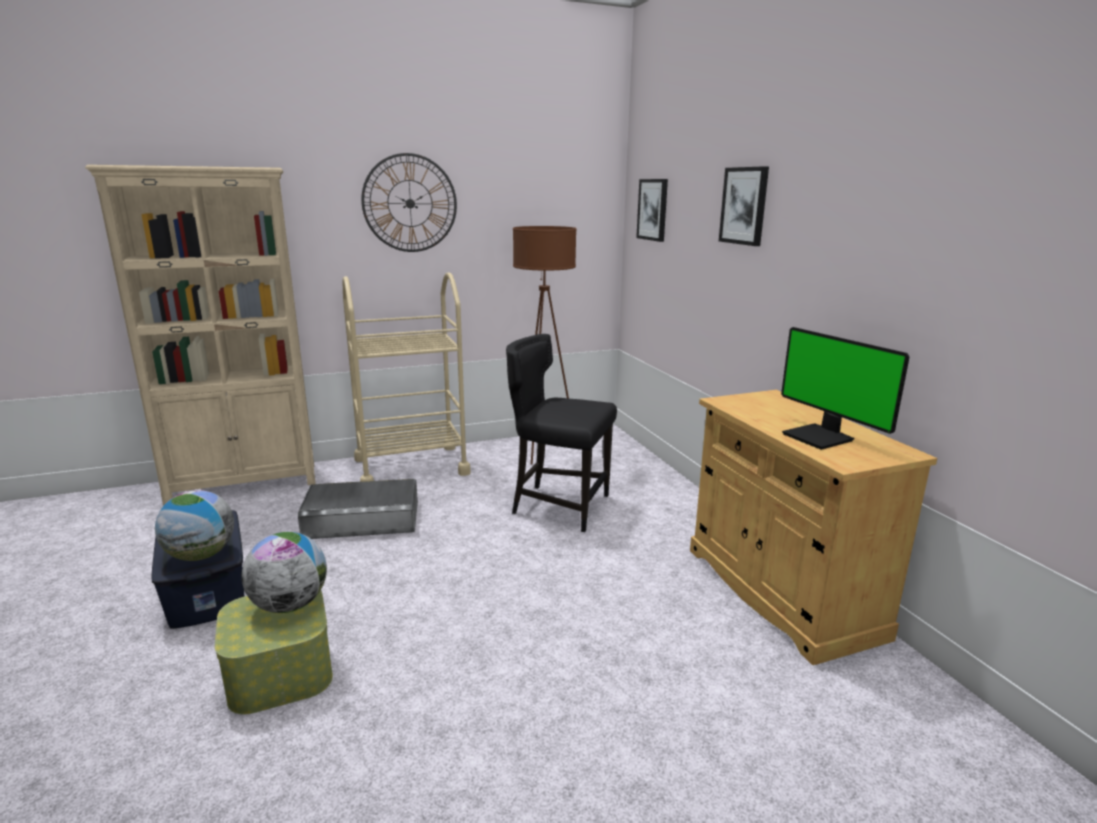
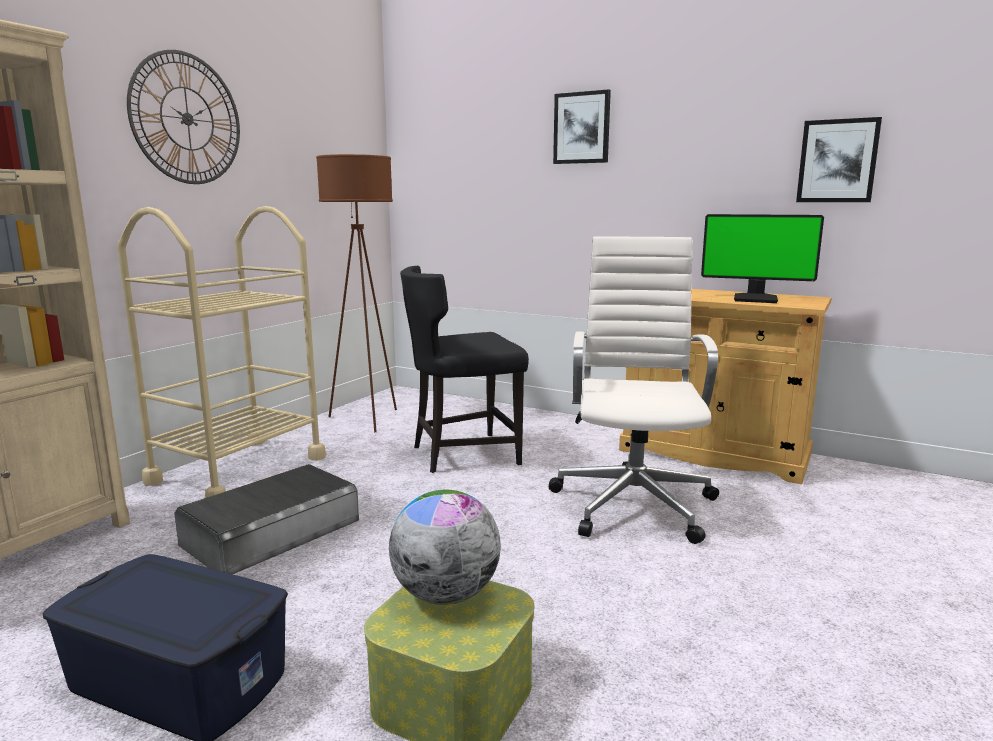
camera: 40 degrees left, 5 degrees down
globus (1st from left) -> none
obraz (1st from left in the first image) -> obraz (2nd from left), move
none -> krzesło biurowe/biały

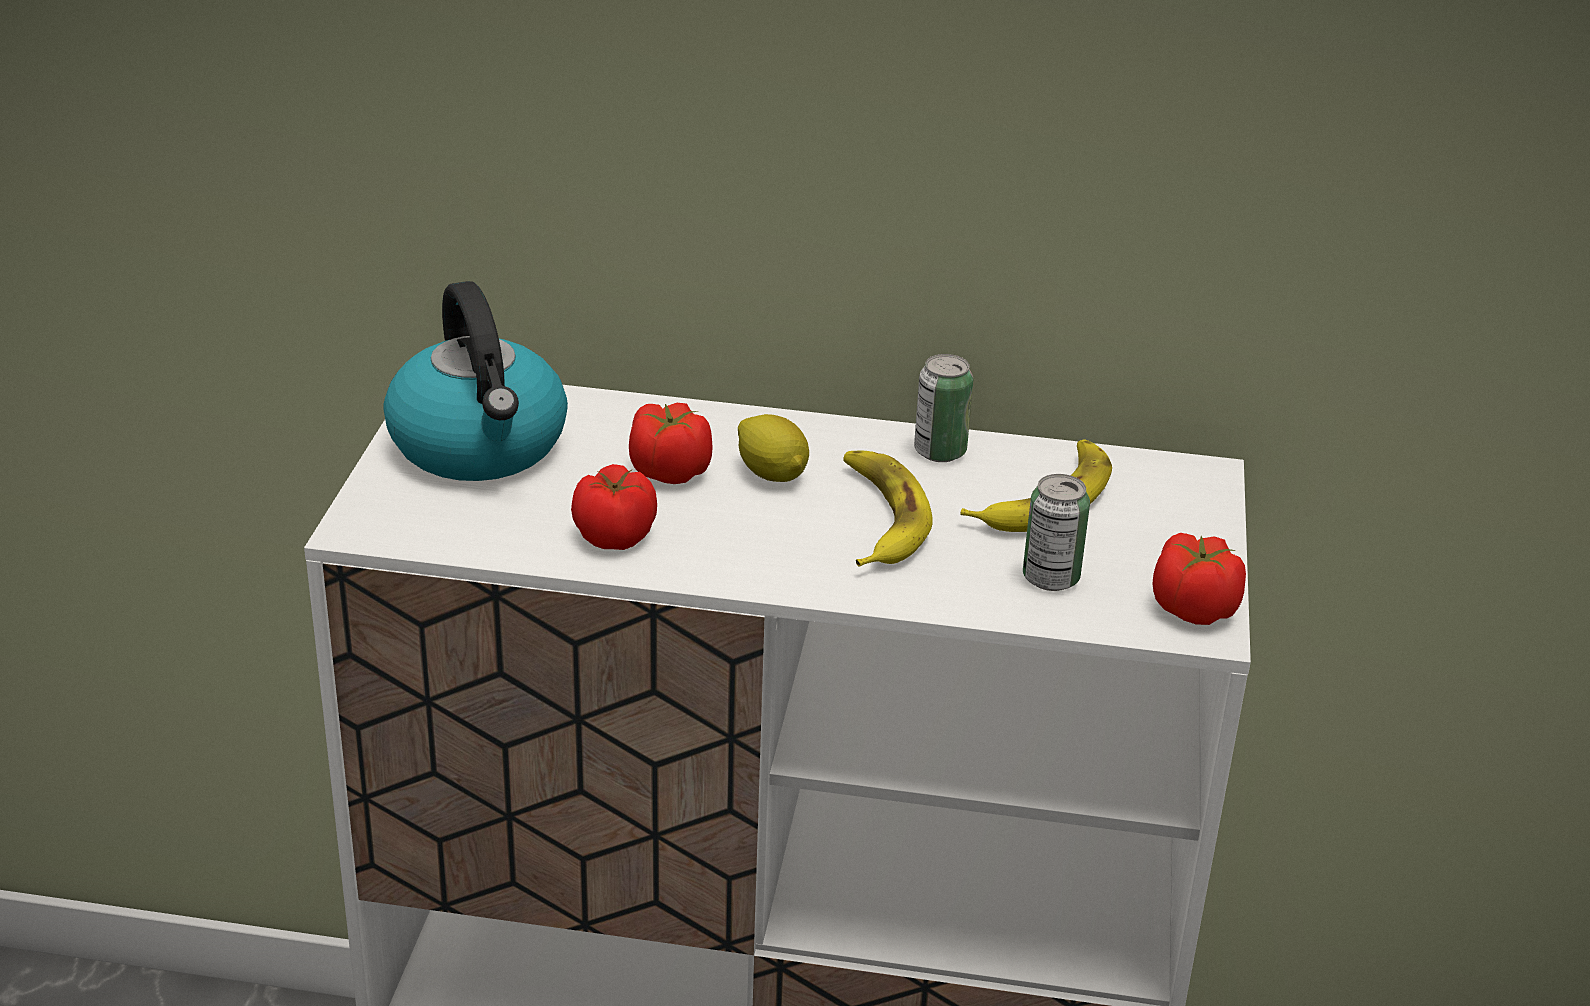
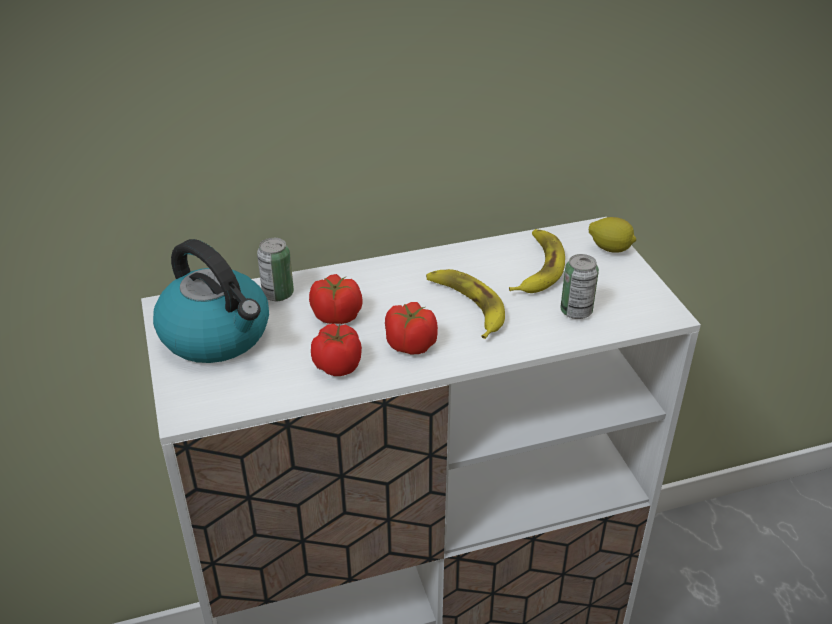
camera: 25 degrees left, 5 degrees up
cytryna, move
puszka (1st from left), move
pomidor (3rd from left), move

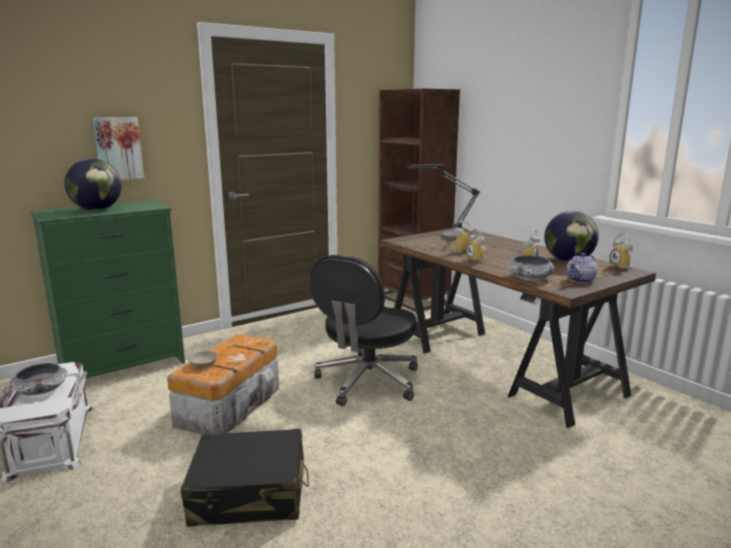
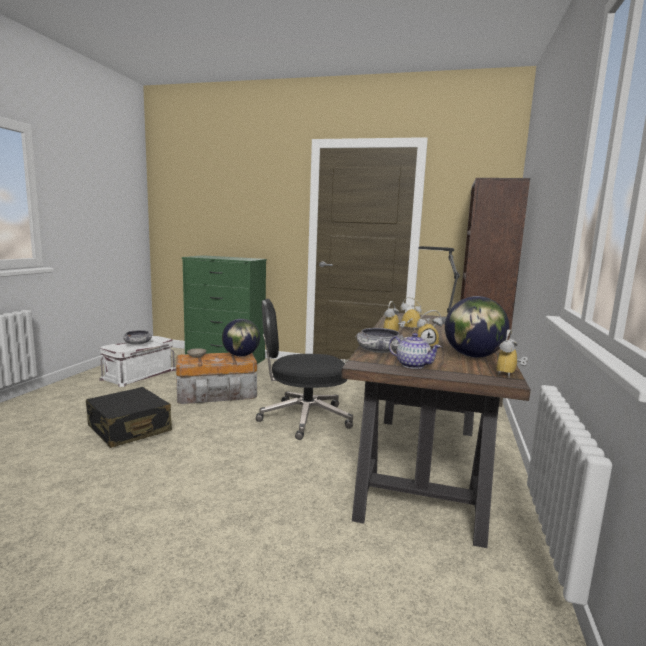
camera: 50 degrees right, 5 degrees down
globus (1st from left), move
obraz -> none
imbryk, 150 degrees counterclockwise

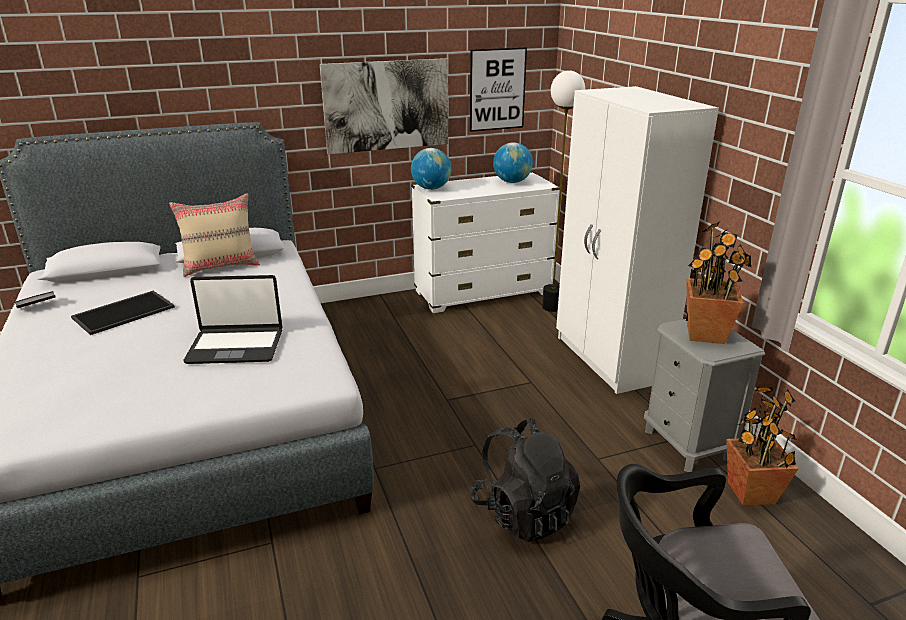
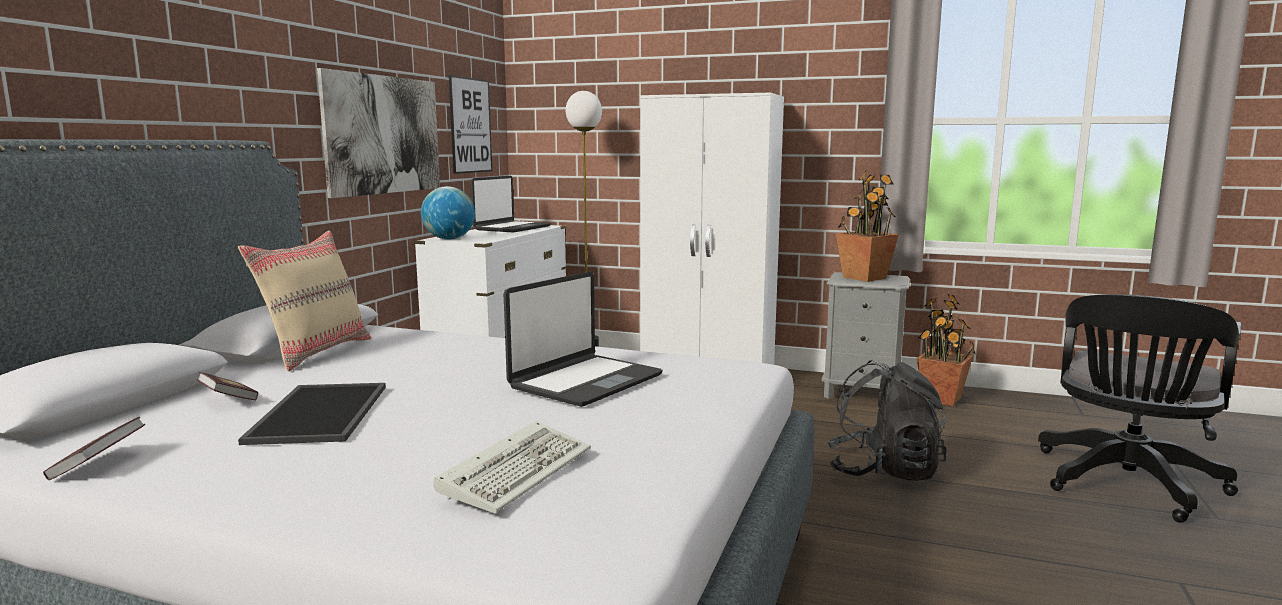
camera: 50 degrees left, 15 degrees down
globus (2nd from left) -> laptop (1st from left)
none -> książka (2nd from left)
none -> klawiatura

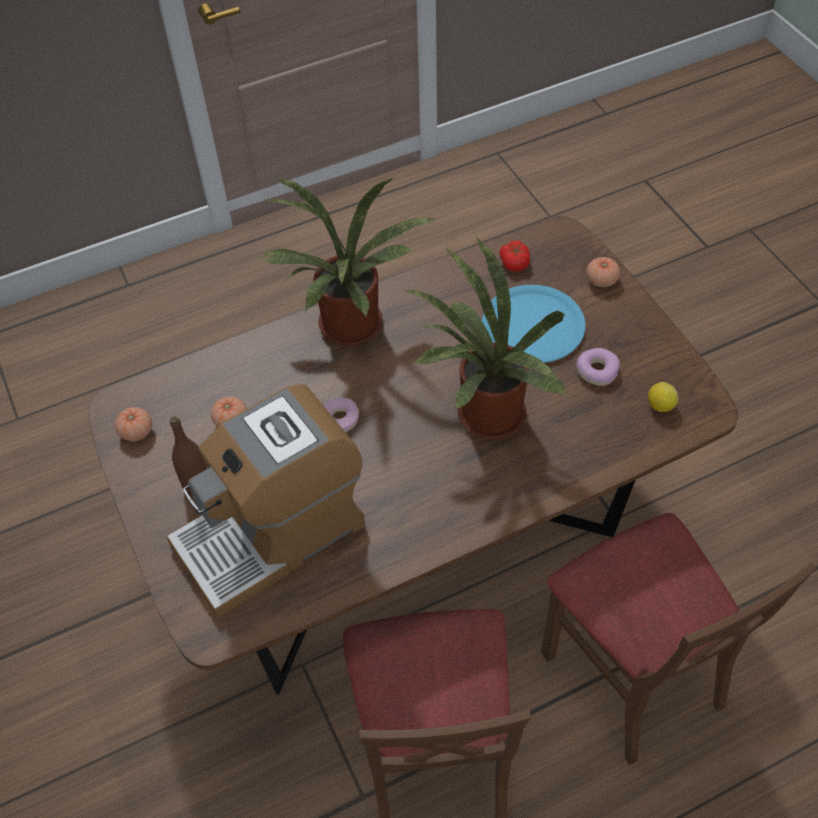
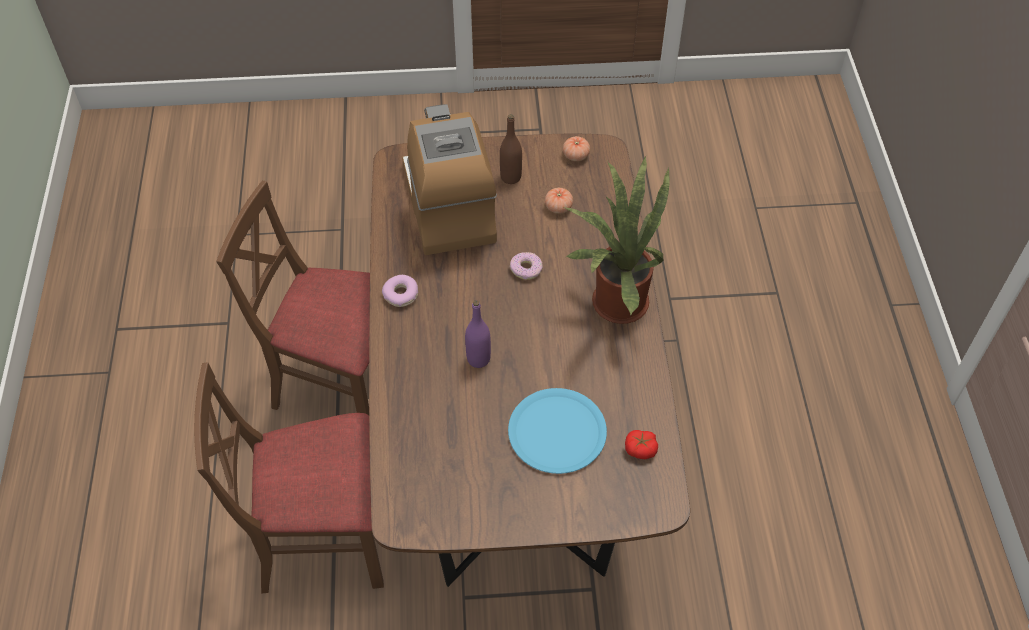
camera: 110 degrees right, 0 degrees up
roślina doniczkowa (2nd from left) -> butelka/fioletowy
donut (2nd from left in the first image) -> donut (1st from left), move
pomidor (4th from left) -> none
cytryna -> none

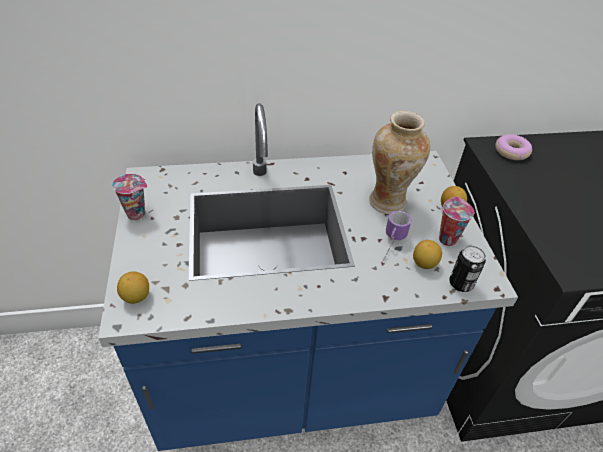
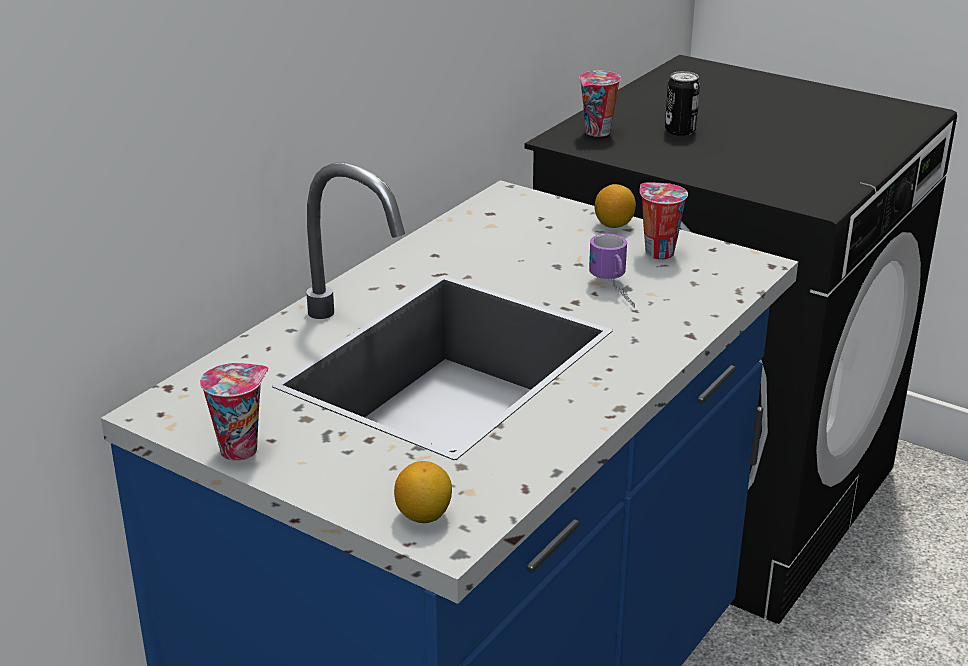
camera: 45 degrees left, 15 degrees down
wazon -> none
cytryna (2nd from left) -> none
puszka, move
donut -> filiżanka (2nd from left)

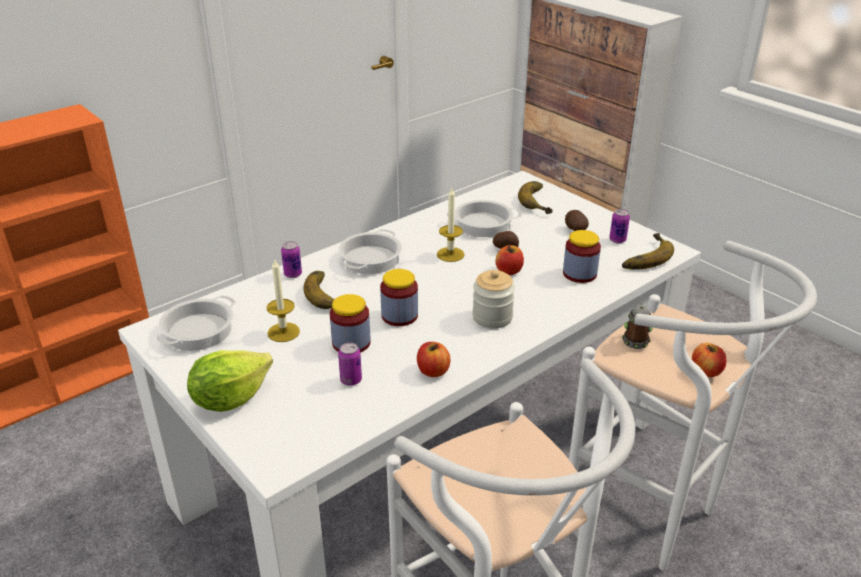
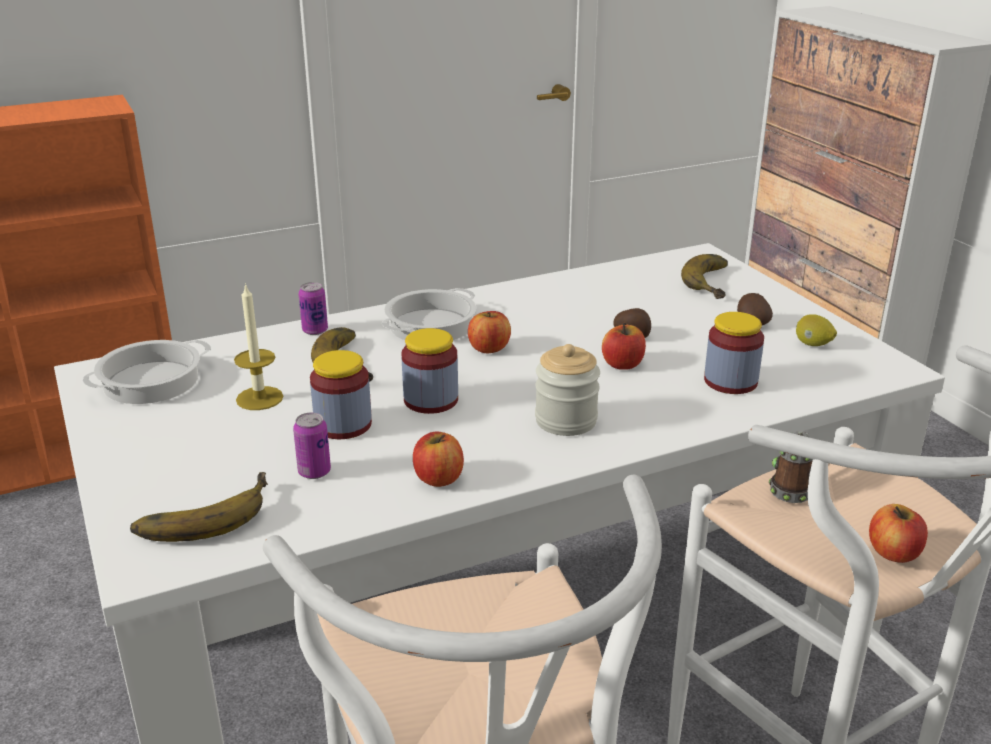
camera: 15 degrees right, 5 degrees down
sałata -> none
świeca (2nd from left) -> none
garnek (3rd from left) -> none
puszka (3rd from left) -> cytryna
banan (3rd from left in the first image) -> banan (1st from left), move
none -> jabłko (2nd from left)

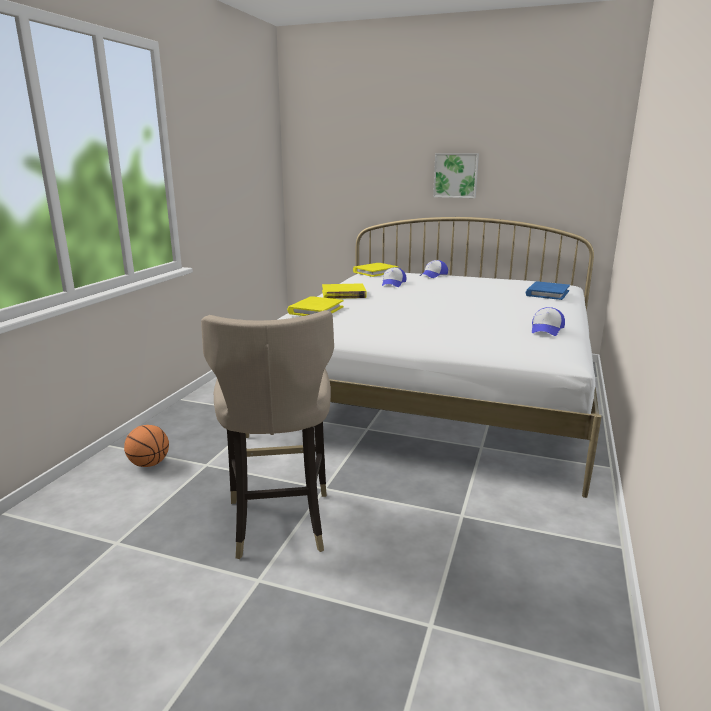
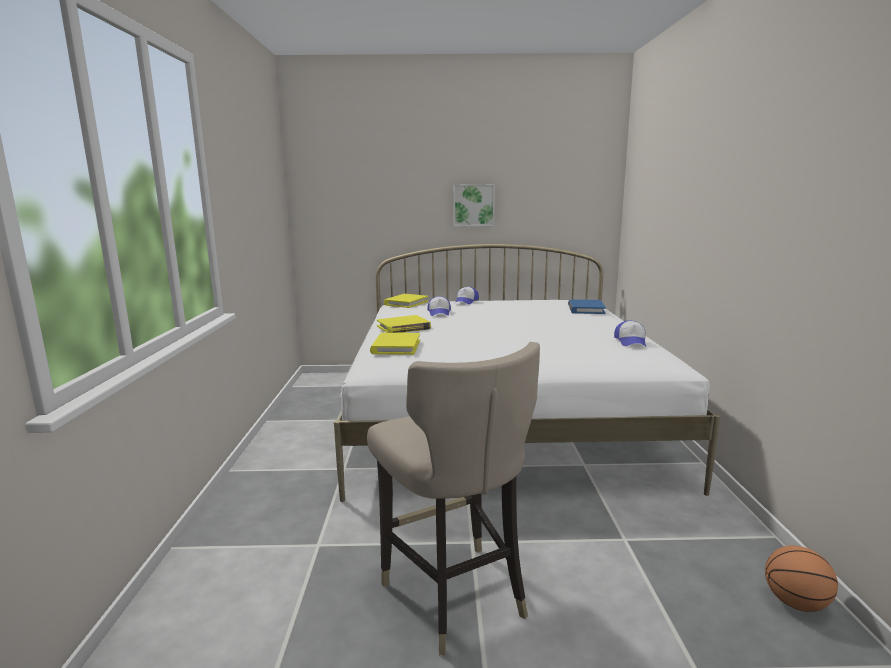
camera: 20 degrees left, 5 degrees down
piłka do koszykówki, move

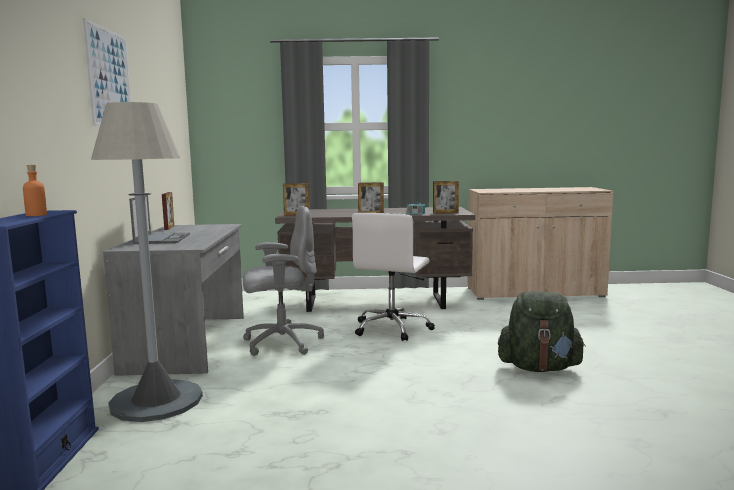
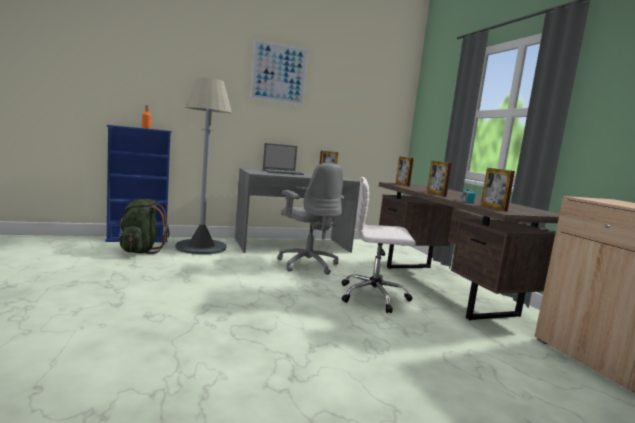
camera: 70 degrees right, 0 degrees up
plecak/zielony, move

